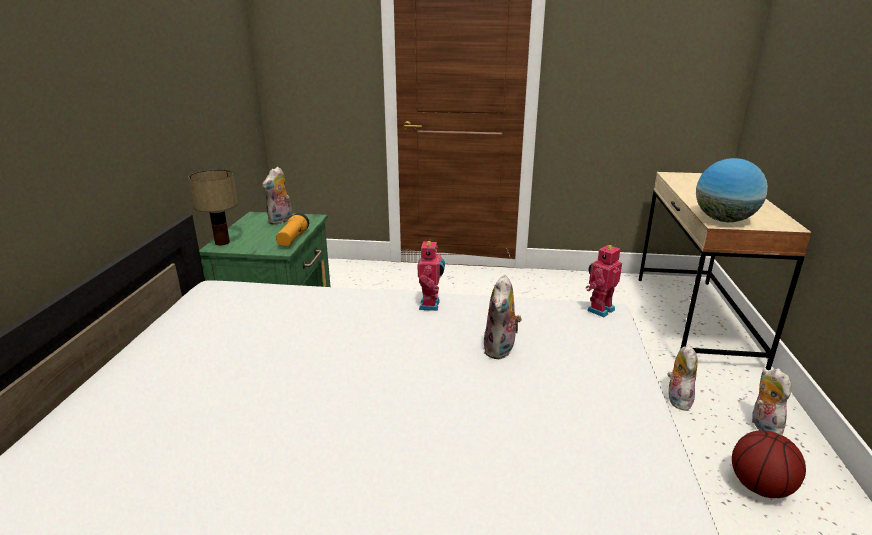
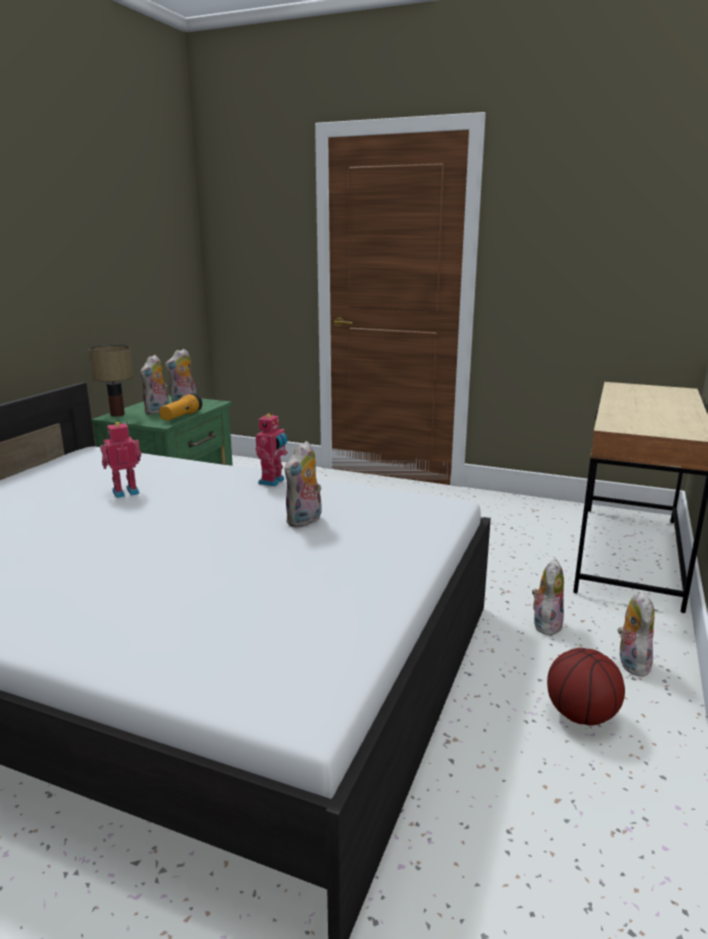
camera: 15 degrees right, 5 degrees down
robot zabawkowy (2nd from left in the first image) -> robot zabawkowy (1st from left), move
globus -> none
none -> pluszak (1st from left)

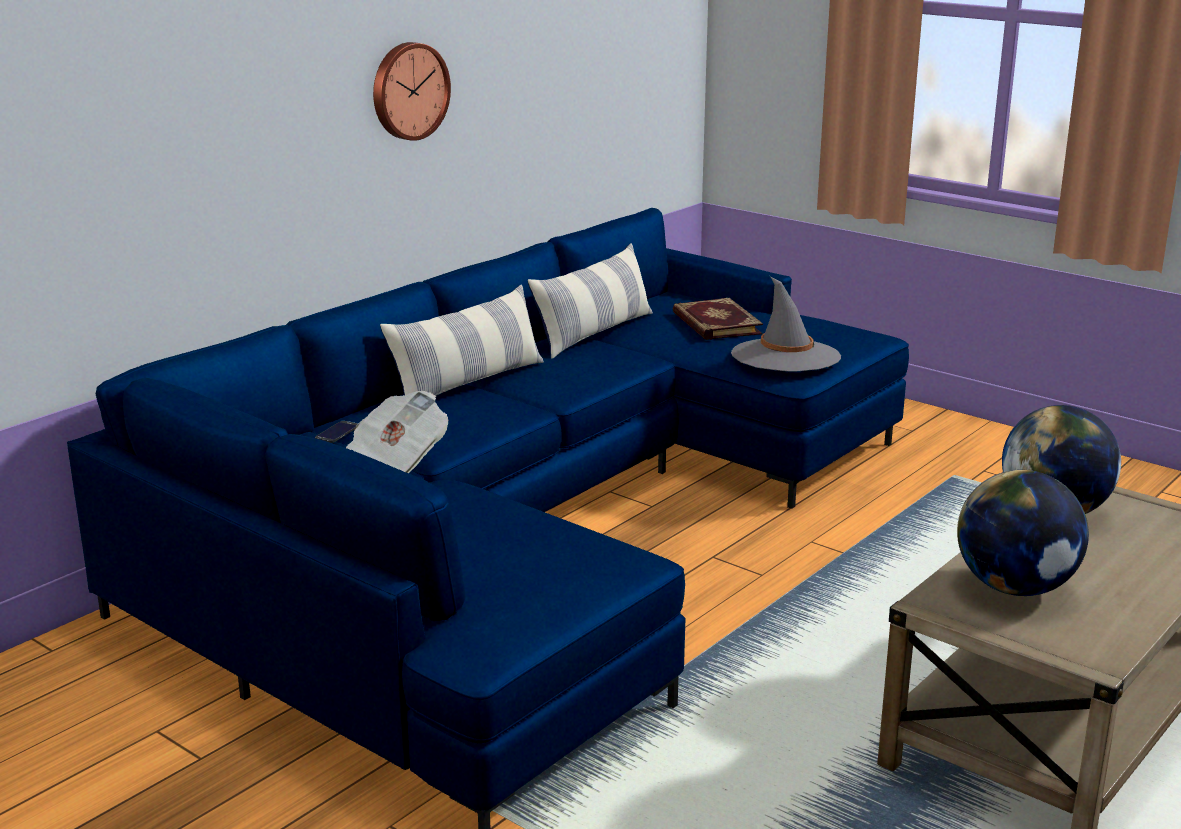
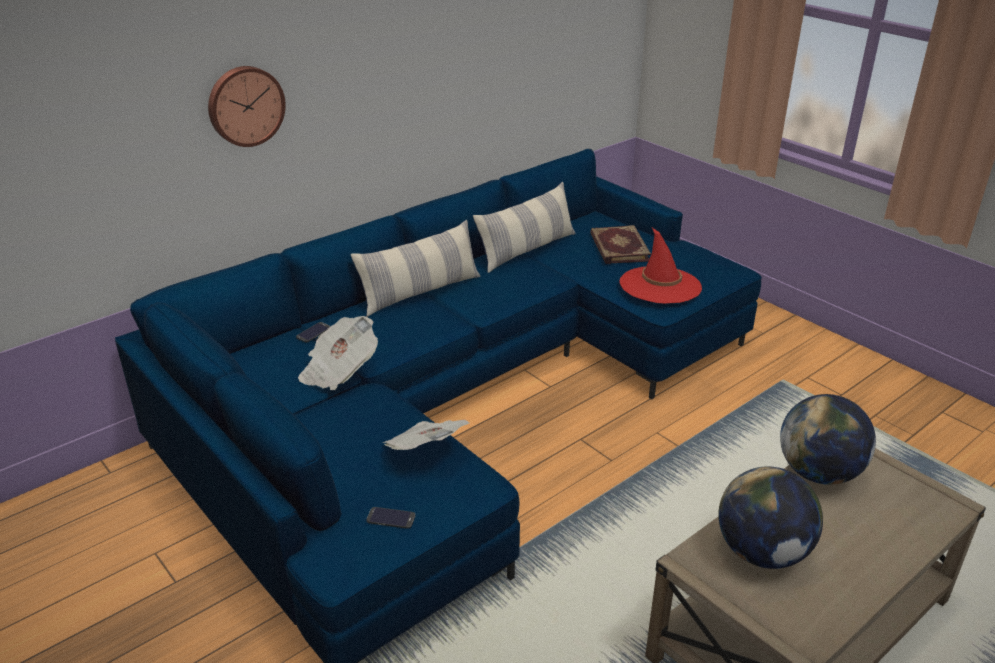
camera: 10 degrees right, 10 degrees up
zegar ścienny, move
kapelusz/szary -> kapelusz/czerwony
none -> telefon (2nd from left)
none -> gazeta (2nd from left)

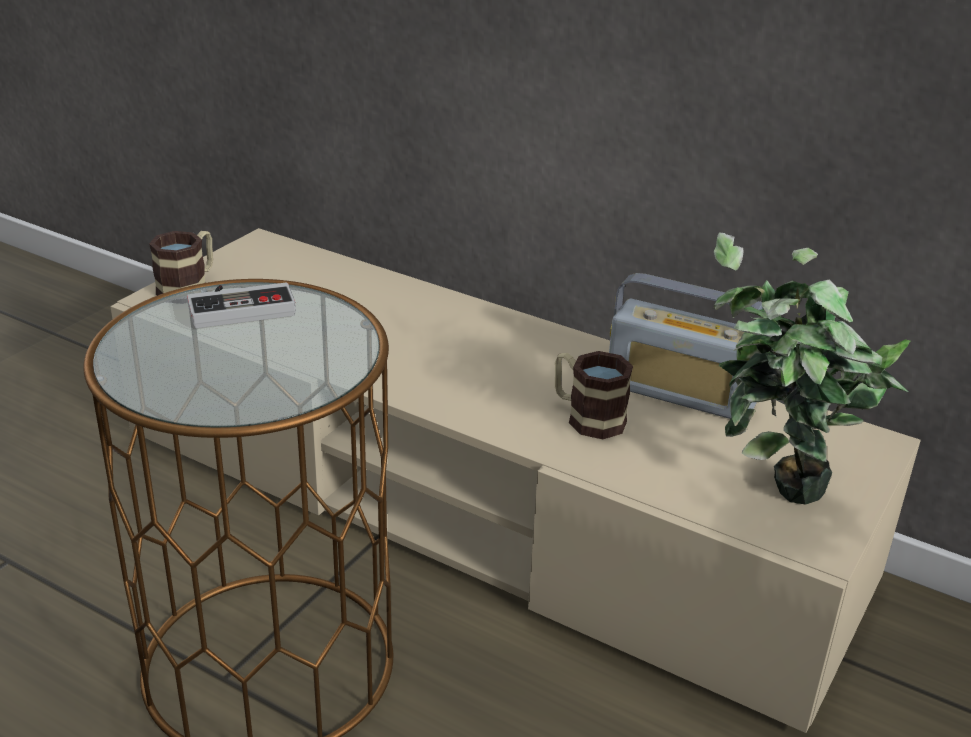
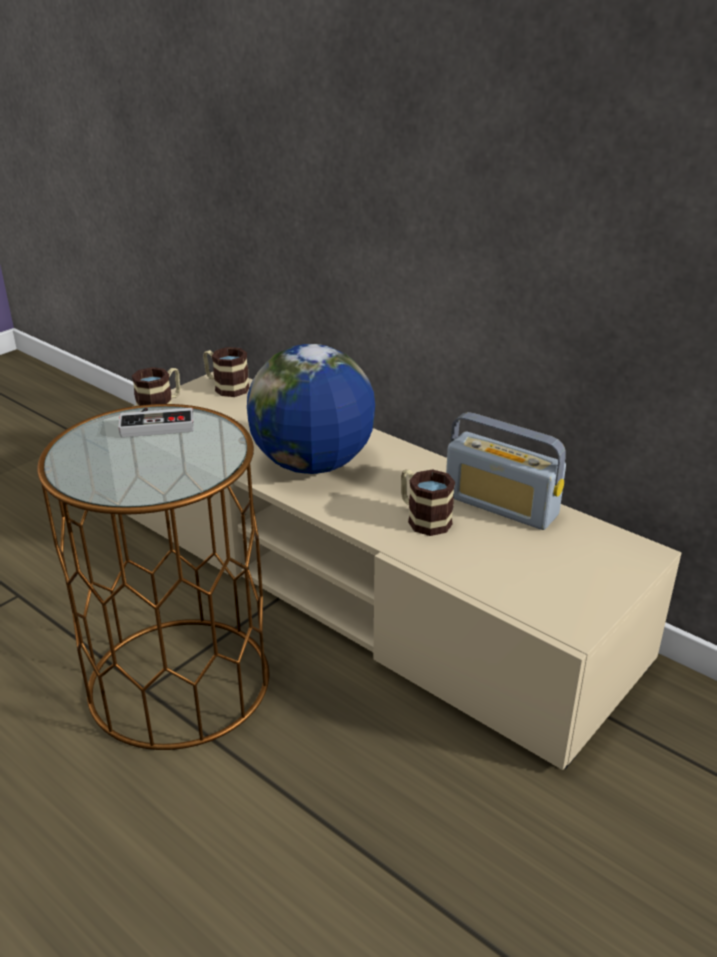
camera: 10 degrees right, 0 degrees up
roślina doniczkowa -> none
none -> kubek (2nd from left)
none -> globus

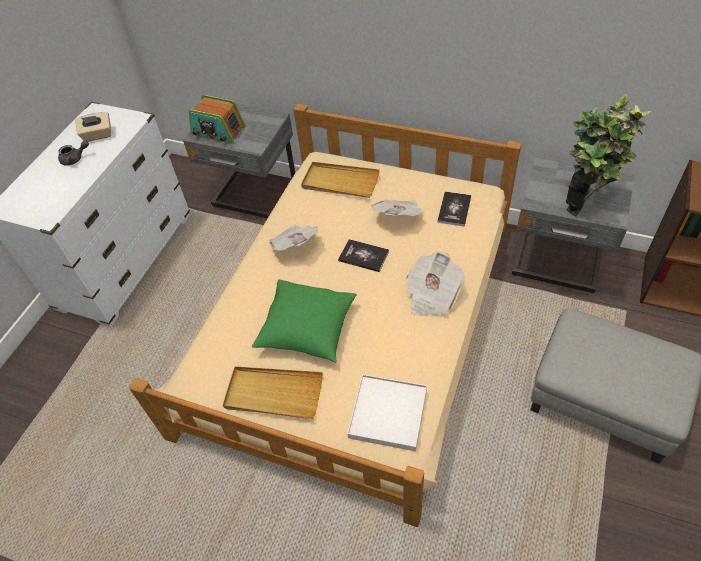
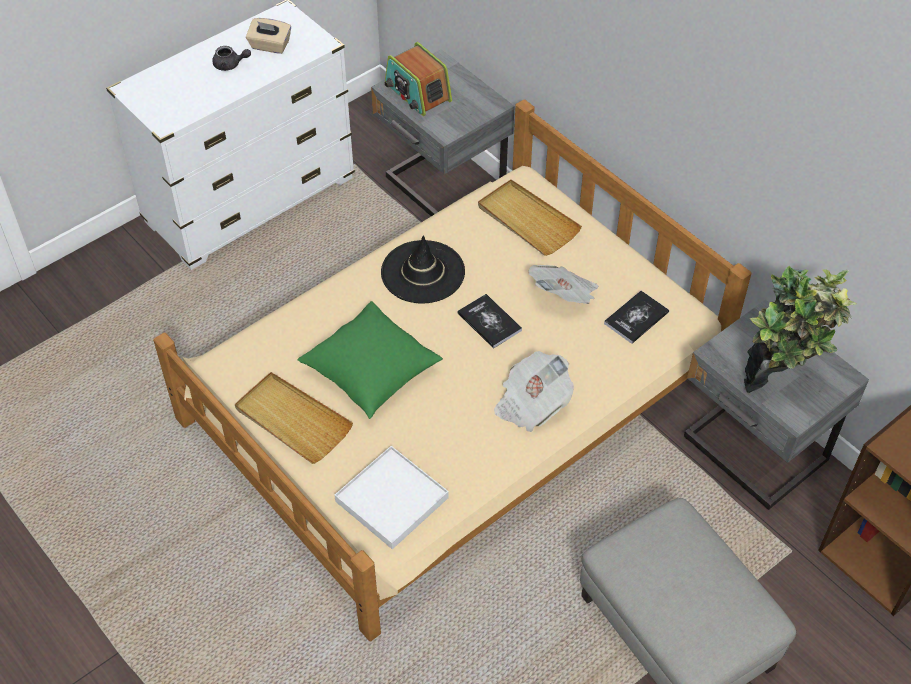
camera: 25 degrees right, 0 degrees up
gazeta (1st from left) -> kapelusz/czarny

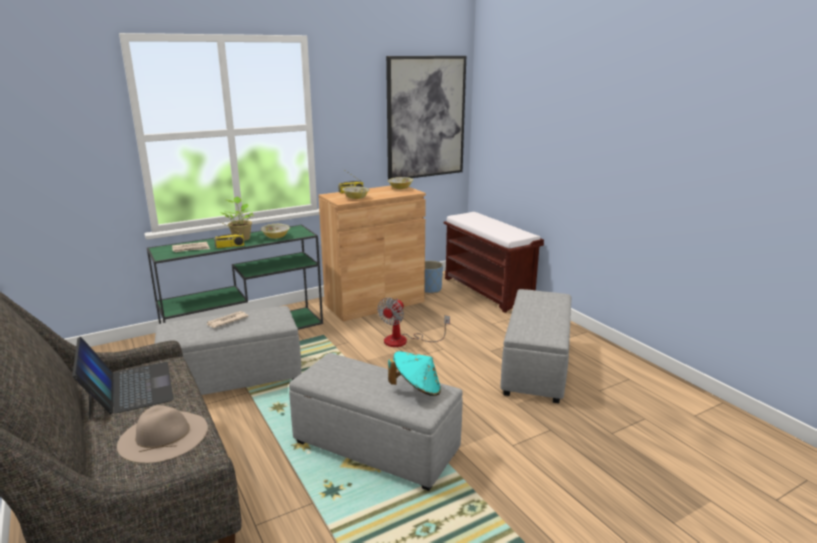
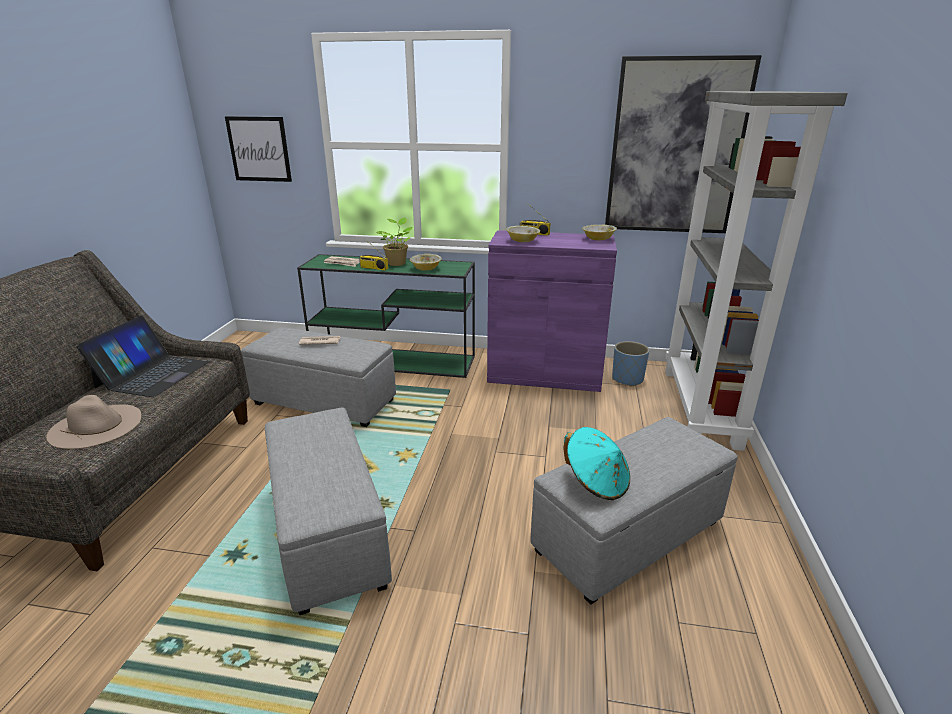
camera: 40 degrees right, 5 degrees up
szafka/brązowy -> szafka/fioletowy
wentylator -> none
kapelusz/turkusowy, move
ławka/brązowy -> regał/szary
none -> obraz (1st from left)

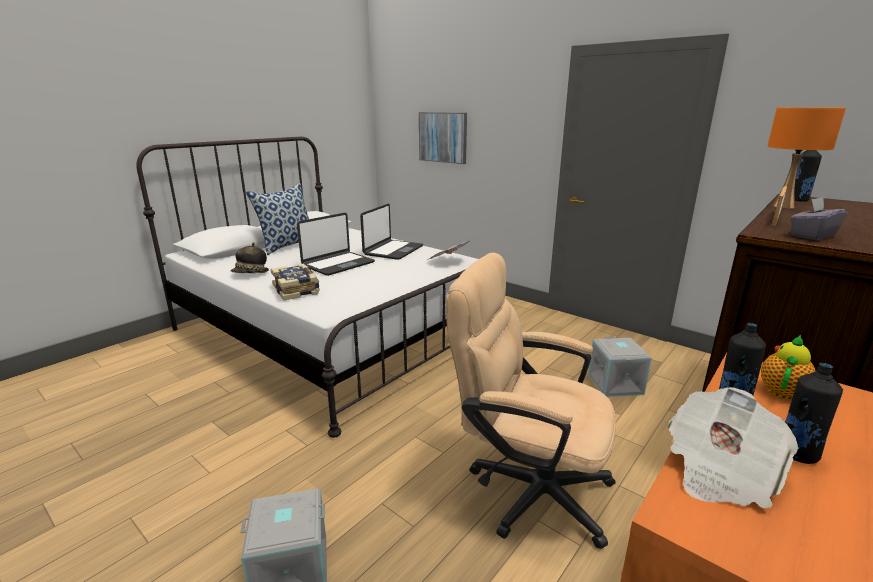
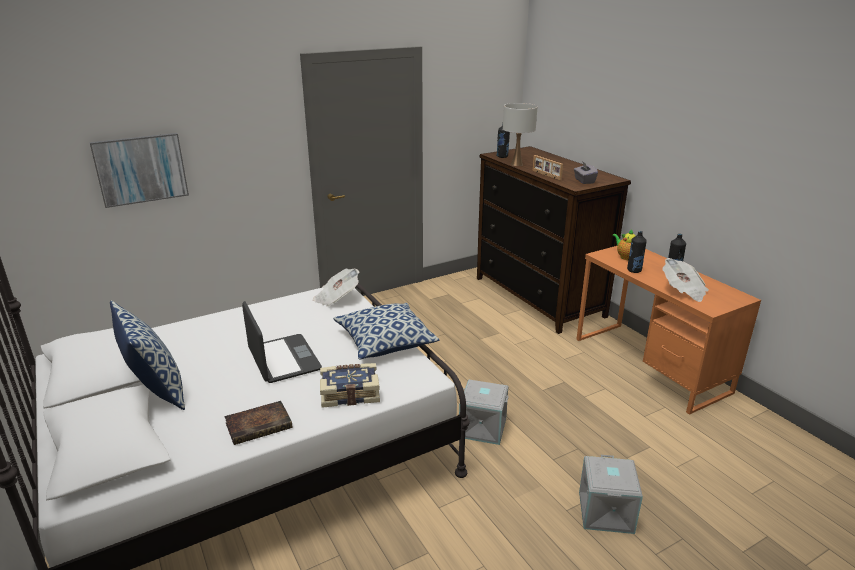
camera: 70 degrees left, 5 degrees up
kapelusz -> książka (1st from left)
laptop (2nd from left) -> none
krzesło biurowe/beżowy -> none
pojemnik do przechowywania/szary (2nd from left in the first image) -> pojemnik do przechowywania/szary (1st from left), move
lampa stołowa/pomarańczowy -> lampa stołowa/biały
none -> poduszka (2nd from left)

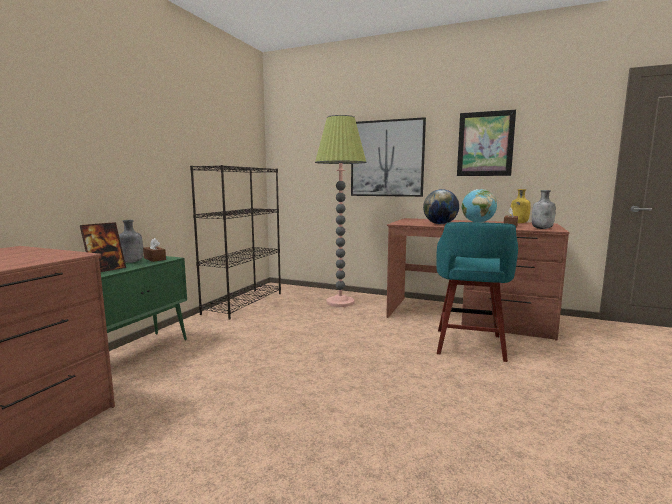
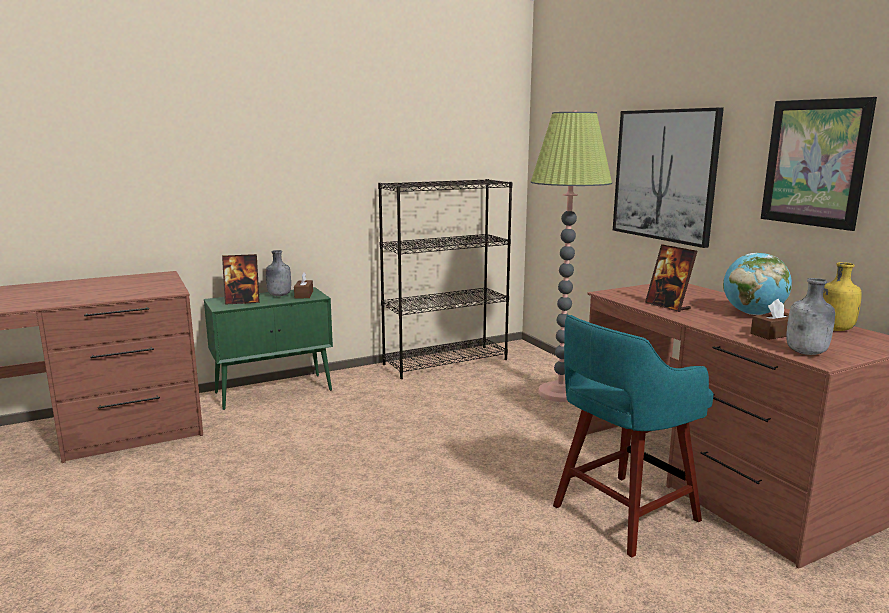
camera: 40 degrees right, 5 degrees up
globus (1st from left) -> ramka na zdjęcie (2nd from left)

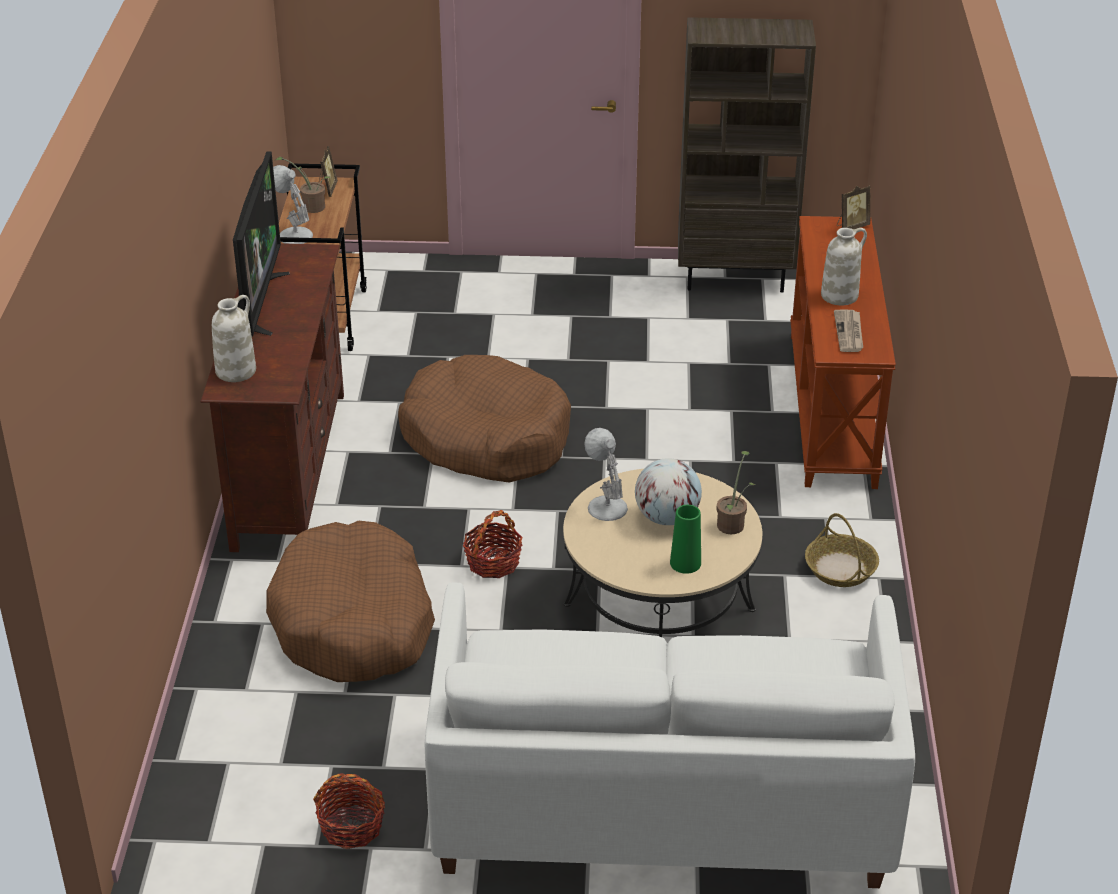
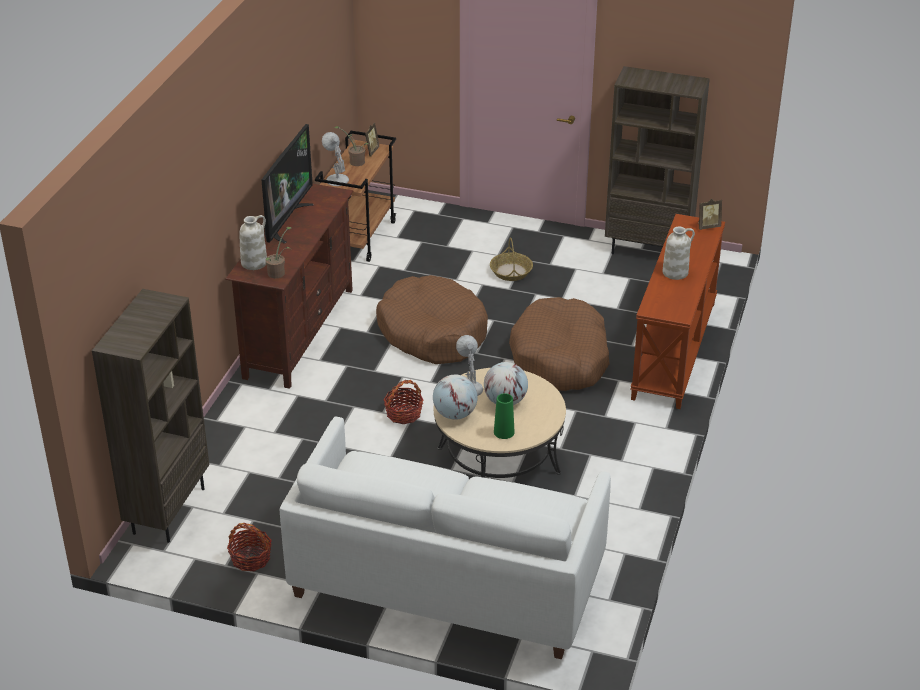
camera: 15 degrees right, 0 degrees up
legowisko/brązowy (1st from left in the first image) -> legowisko/brązowy (2nd from left), move
roślina doniczkowa (2nd from left in the first image) -> roślina doniczkowa (1st from left), move
koszyk (3rd from left), move
gazeta -> none
none -> regał/brązowy (1st from left)
none -> globus (1st from left)

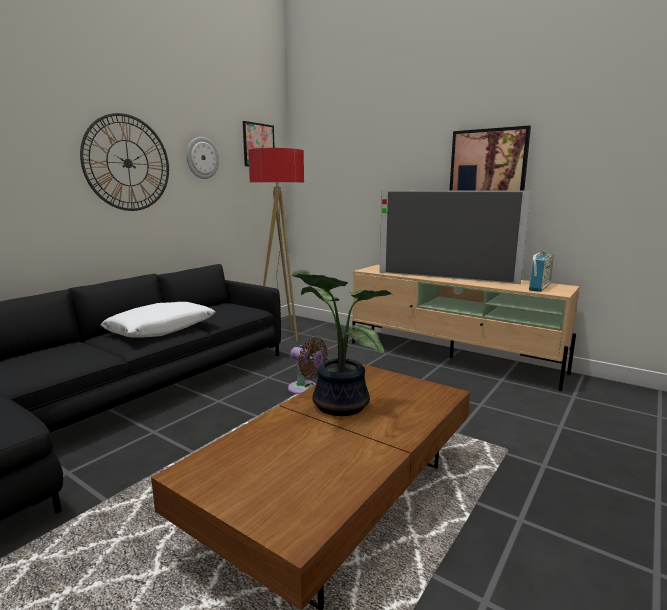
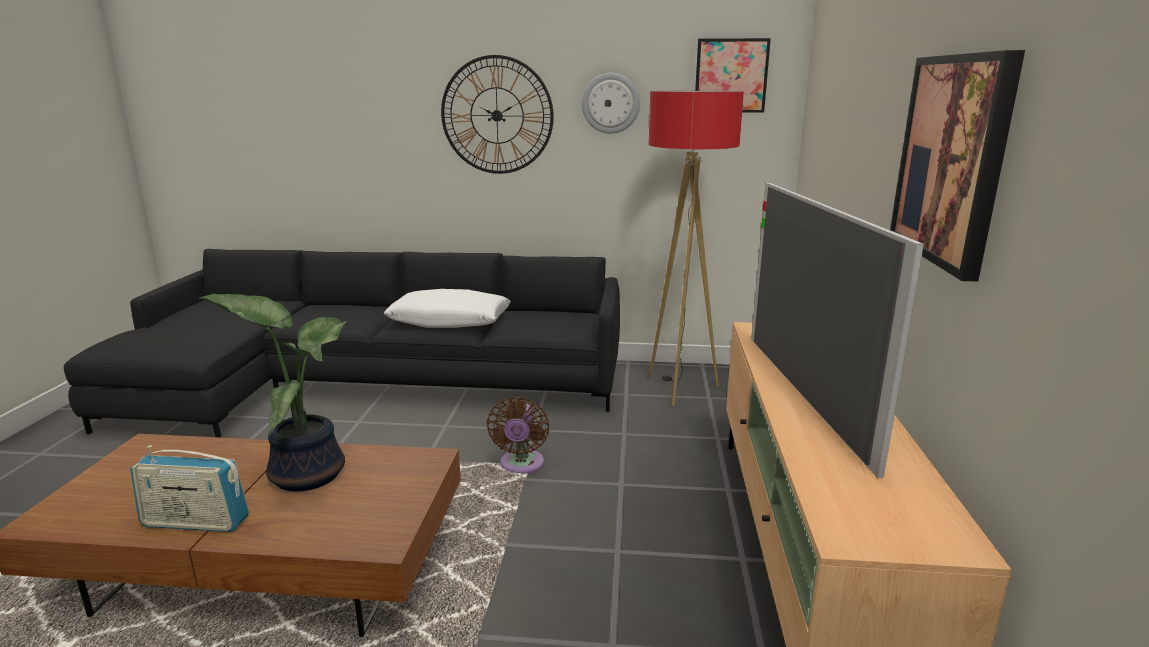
camera: 60 degrees right, 5 degrees up
radio, move

